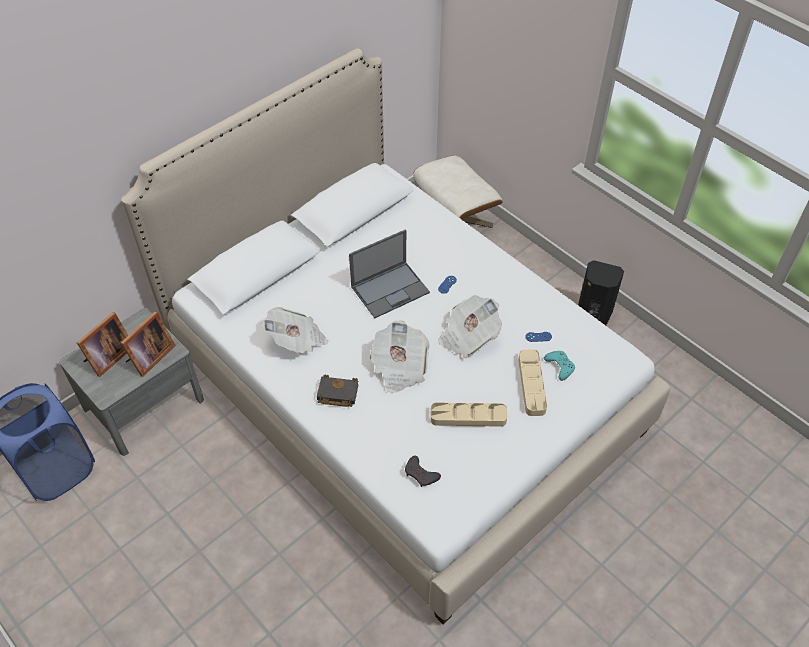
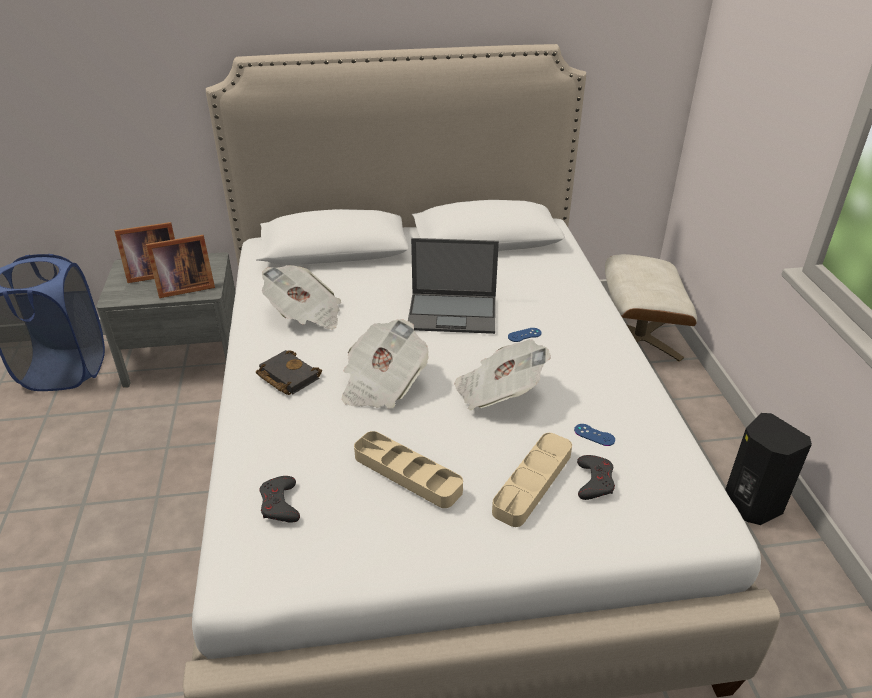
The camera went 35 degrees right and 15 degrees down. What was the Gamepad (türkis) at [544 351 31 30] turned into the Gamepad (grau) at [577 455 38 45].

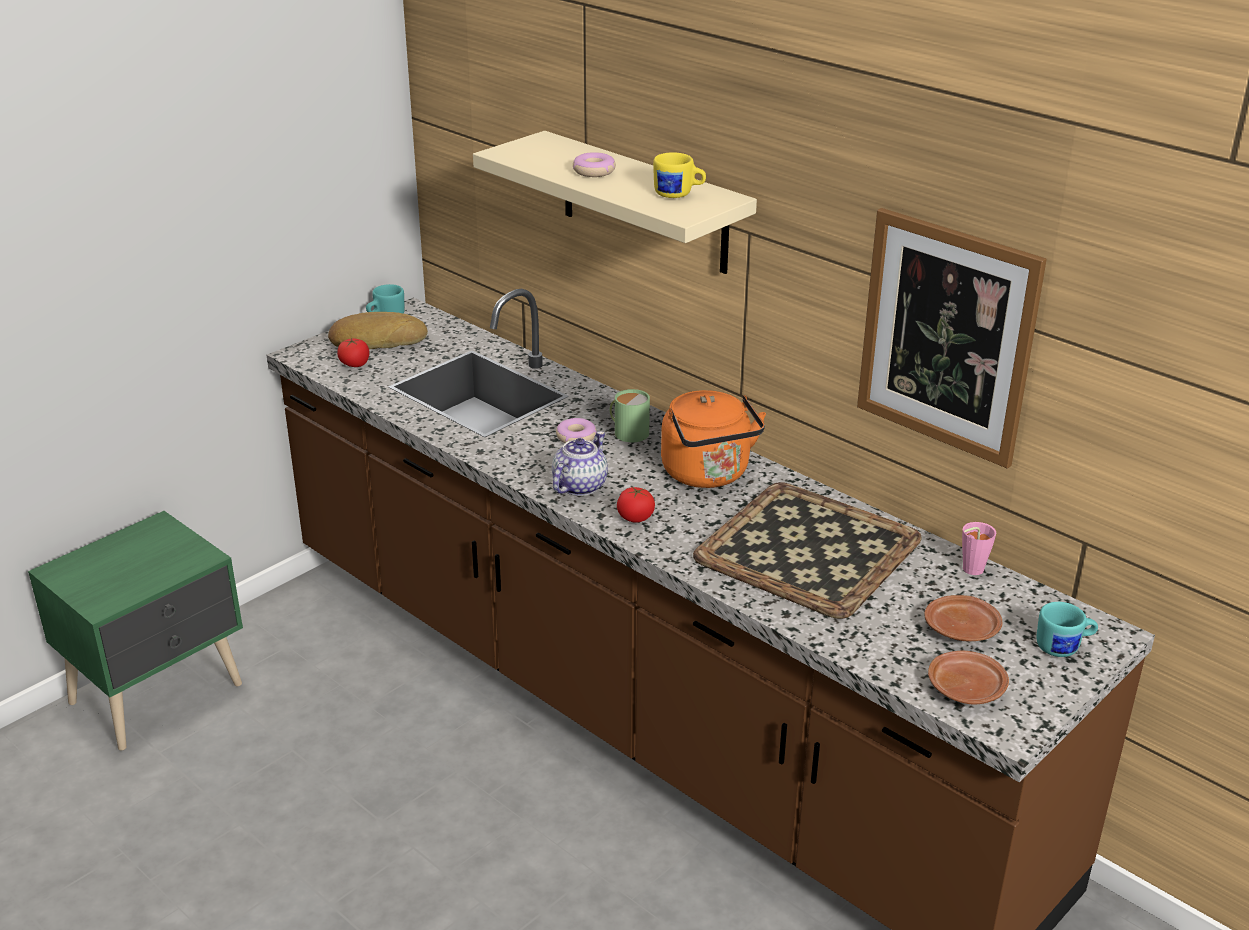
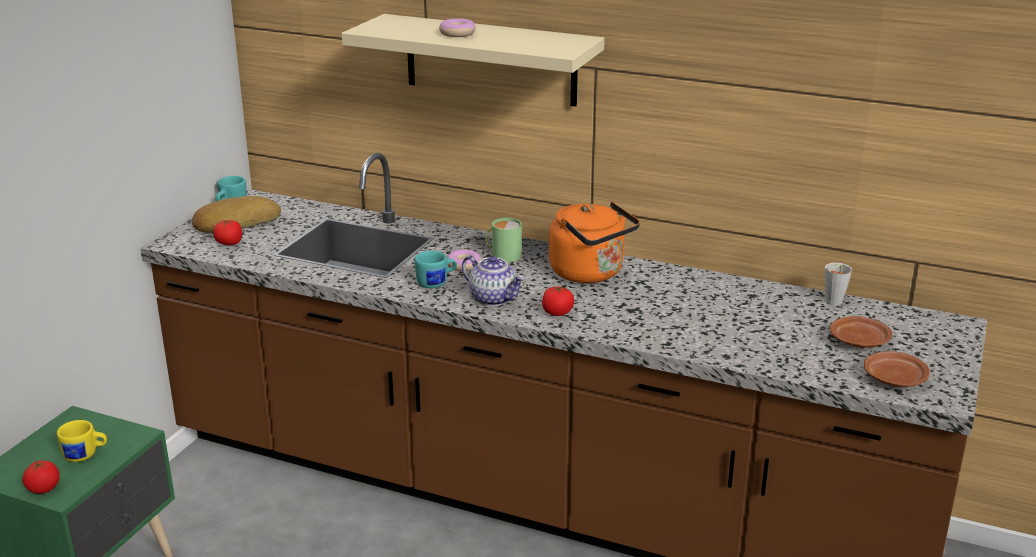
The camera went 20 degrees left and 5 degrees down. The second view gained the Tomate at [22 460 38 34]. The Henkelbecher (gelb) ended up elsewhere, having gone from [653 152 53 46] to [57 420 50 42]. The Henkelbecher (türkis) ended up elsewhere, having gone from [1037 602 61 55] to [415 251 42 37]. The Teekanne at [552 432 56 64] ended up facing another way, 120 degrees clockwise from before. What was the Tasse (rosa) at [962 522 35 53] turned into the Tasse (grau) at [825 263 27 42]. The second view lost the Tablett at [693 482 229 137]. The second view lost the Bild at [857 208 190 261].

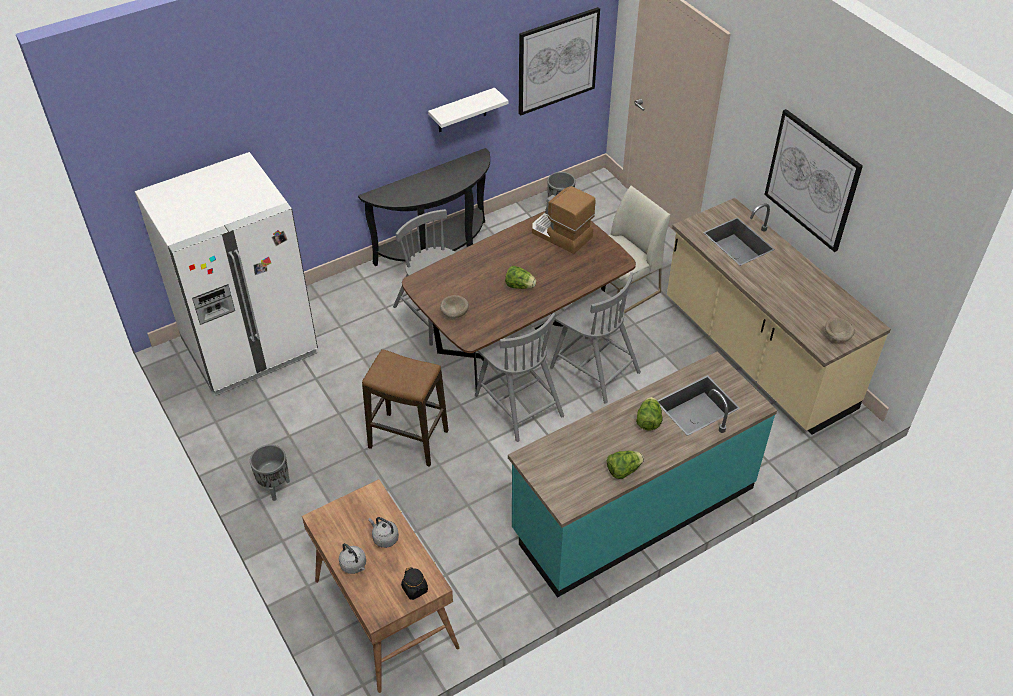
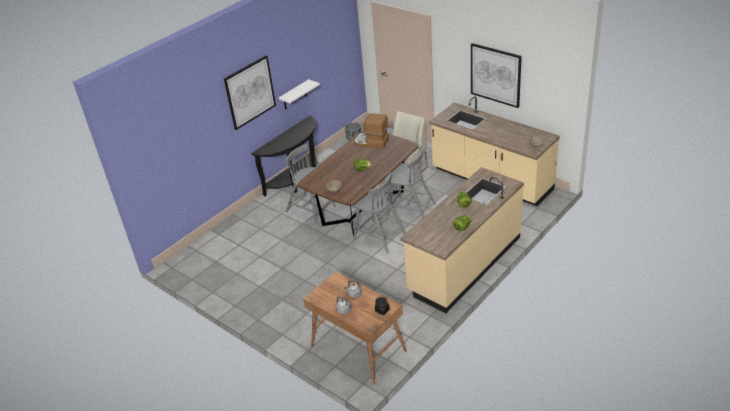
The camera went 15 degrees left and 10 degrees down. The Bild ended up elsewhere, having gone from [519 7 81 109] to [224 56 52 74]. What was the Küchenzeile (türkis) at [508 352 269 246] turned into the Küchenzeile (beige) at [400 167 124 146]. The second view lost the Kühlschrank (weiß) at [135 152 183 244]. The second view lost the Pflanzkübel (grau) at [250 444 40 57]. The second view lost the Hocker at [362 349 87 118].

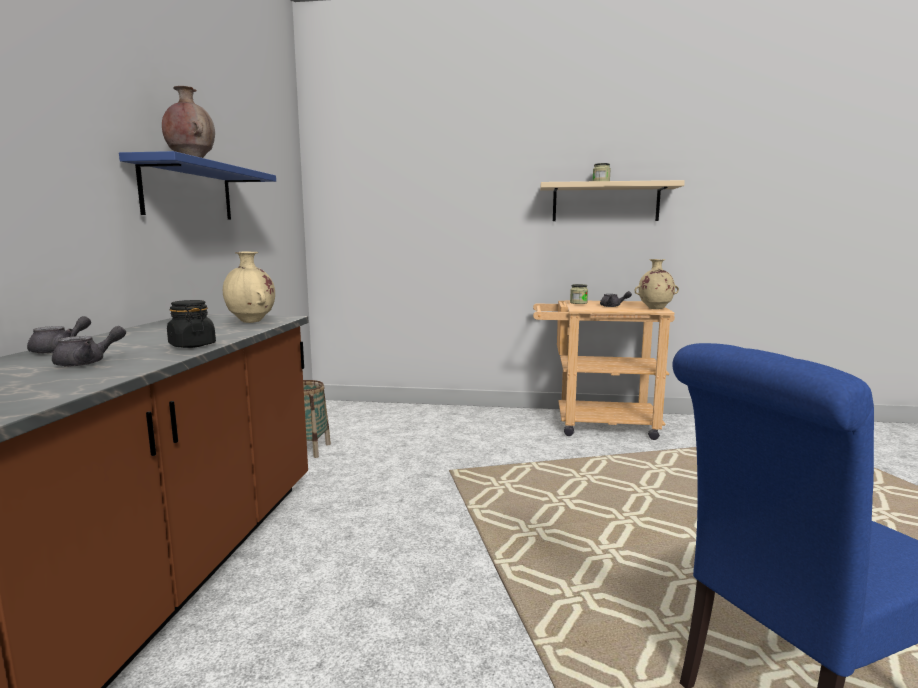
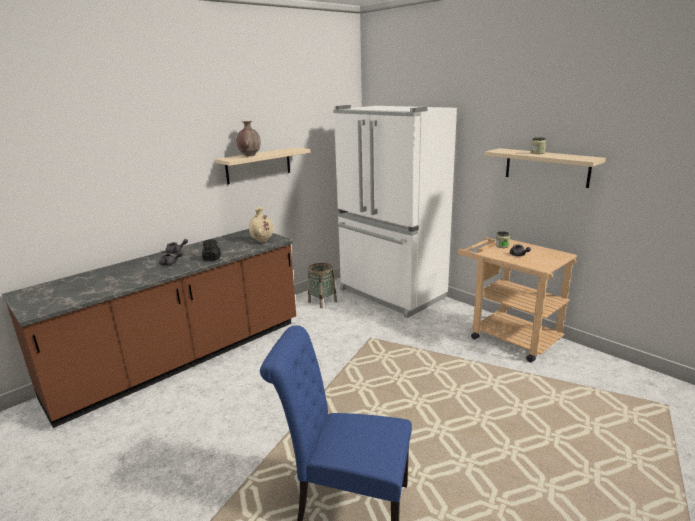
The camera went 40 degrees right and 10 degrees up. What was the Wandregal (blau) at [119 151 157 69] turned into the Wandregal (beige) at [215 147 96 37]. The second view gained the Kühlschrank (weiß) at [333 105 124 213]. The second view lost the Vase (beige) at [634 259 45 50].

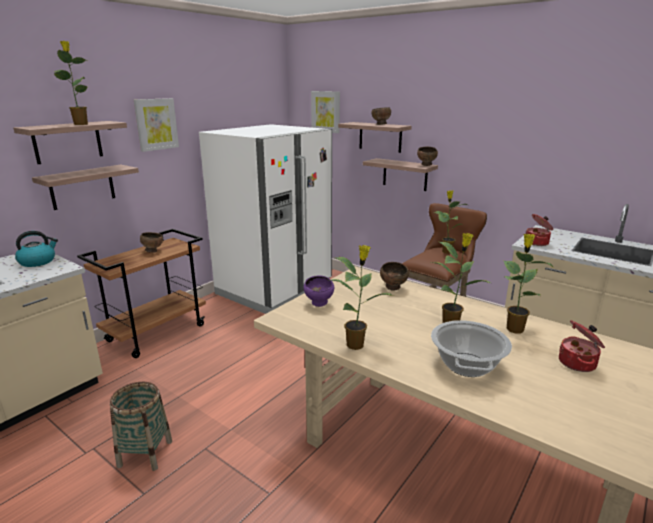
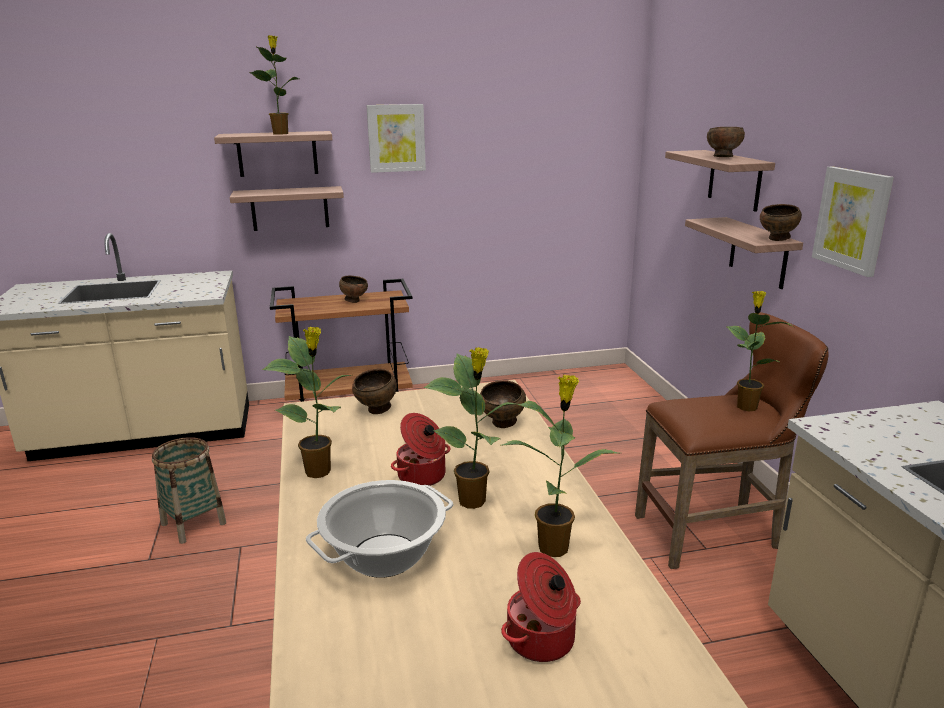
The camera went 40 degrees right and 0 degrees up. What was the Schüssel (lila) at [303 276 31 31] turned into the Schüssel (braun) at [352 369 45 45]. The Kochtopf ended up elsewhere, having gone from [526 214 27 32] to [391 413 59 73]. The Bild ended up elsewhere, having gone from [311 91 29 42] to [812 166 82 111]. The second view lost the Wasserkessel at [15 231 43 36]. The second view lost the Kühlschrank (weiß) at [199 124 133 190].

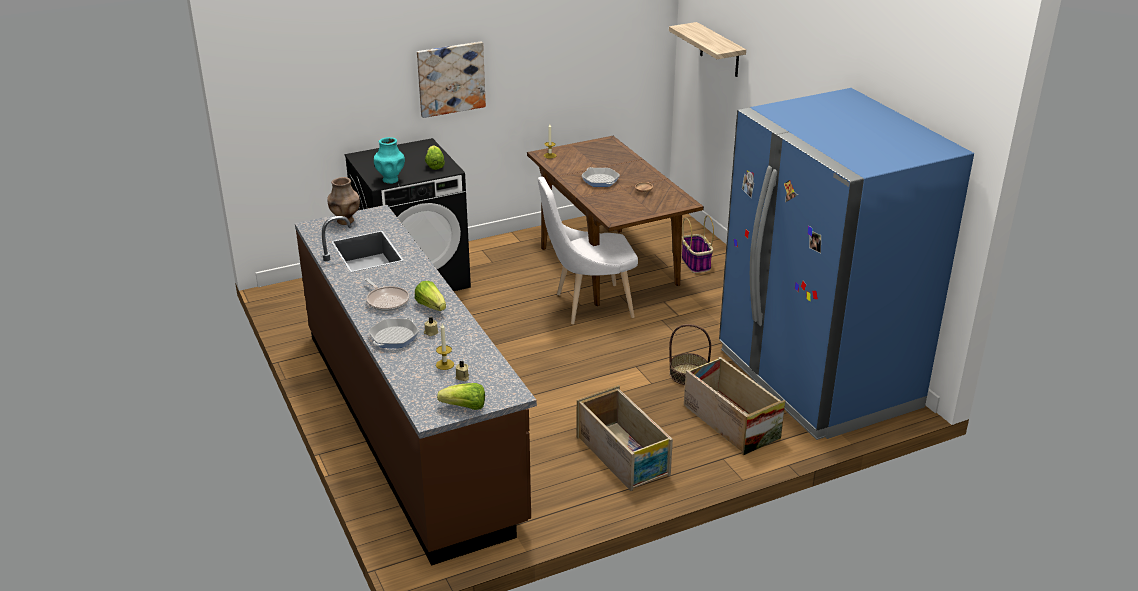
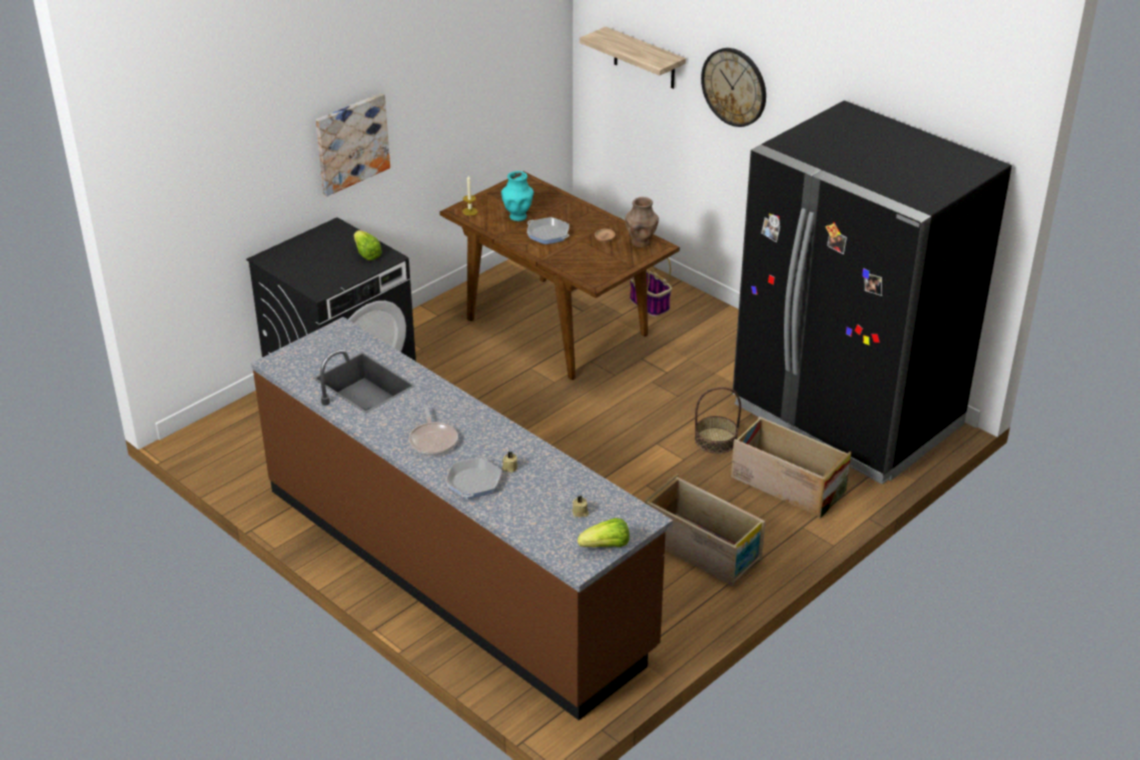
The camera went 20 degrees left and 5 degrees up. The Pfanne at [365 278 44 33] ended up facing another way, 45 degrees clockwise from before. The Vase (türkis) ended up elsewhere, having gone from [374 137 31 47] to [501 171 33 51]. The Vase (braun) ended up elsewhere, having gone from [327 177 33 48] to [625 197 34 50]. The second view gained the Wanduhr at [701 48 65 79]. What was the Kühlschrank (blau) at [719 88 255 352] turned into the Kühlschrank (schwarz) at [732 100 280 385]. The second view lost the Salatkopf at [415 281 31 30]. The second view lost the Kerze at [436 324 18 46]. The second view lost the Stuhl (weiß) at [538 176 100 148].

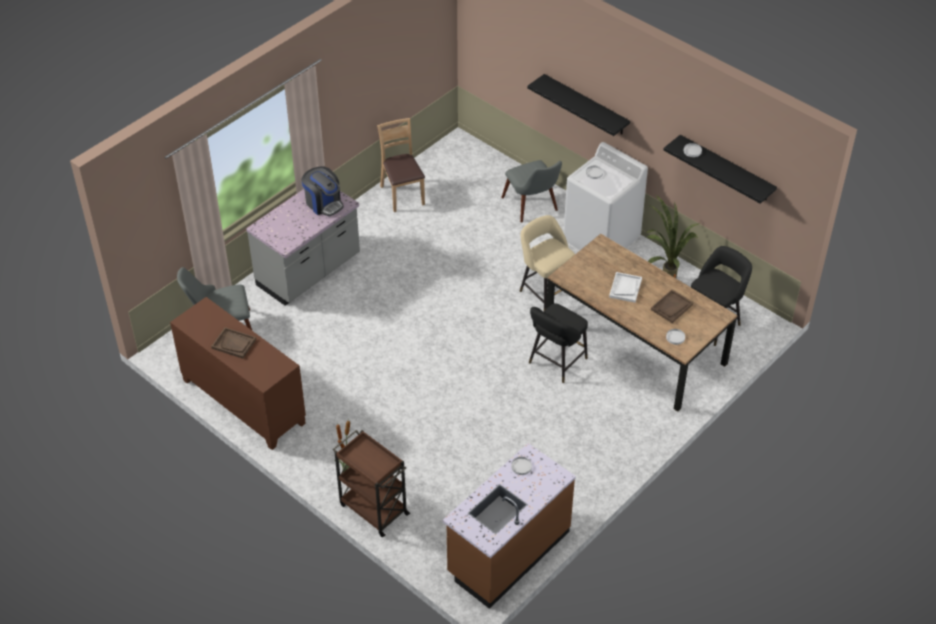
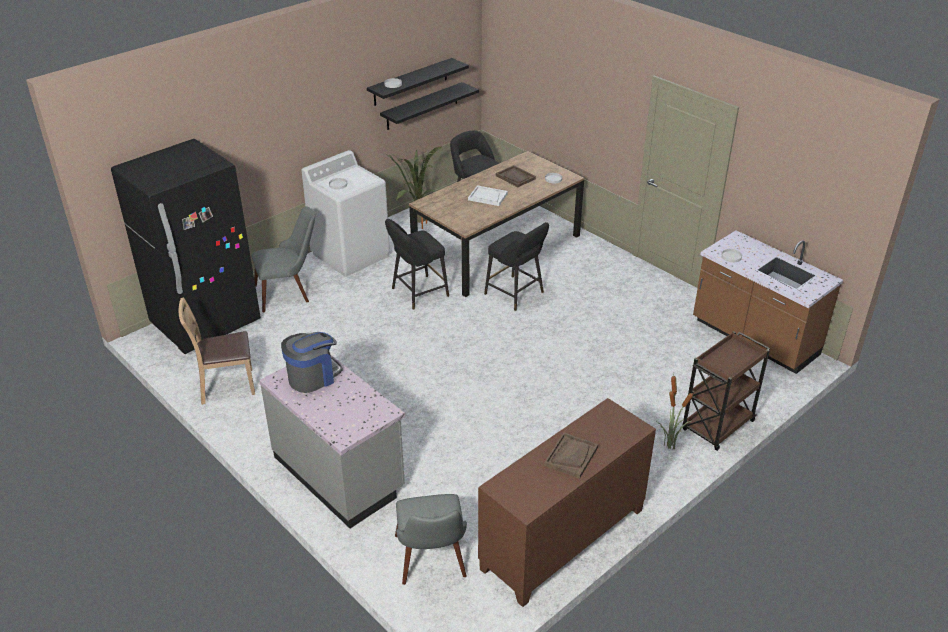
The camera went 85 degrees left and 10 degrees down. The second view gained the Kühlschrank (schwarz) at [111 139 150 215]. The Wandregal (schwarz) ended up elsewhere, having gone from [527 74 103 62] to [380 82 99 48]. What was the Hocker (beige) at [520 215 55 96] turned into the Hocker (schwarz) at [385 219 64 91].

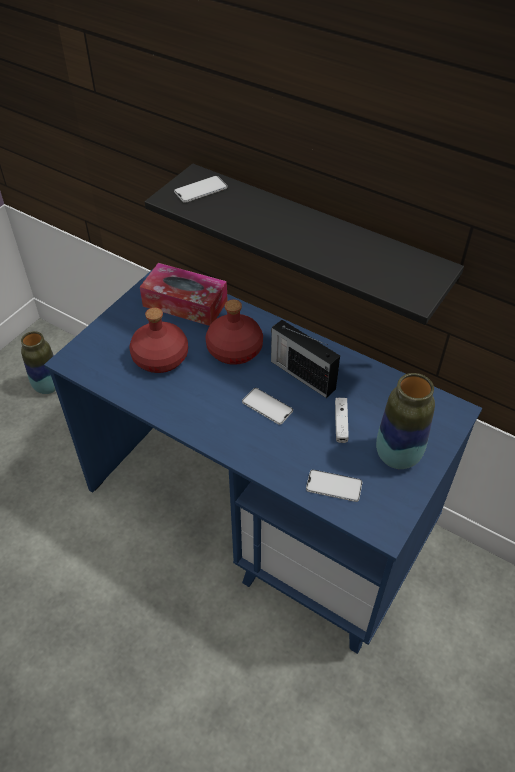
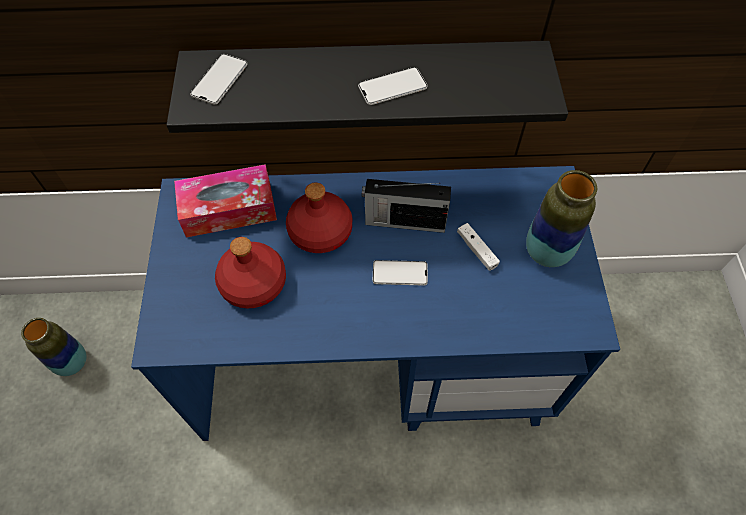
The camera went 35 degrees left and 10 degrees up. The Handy ended up elsewhere, having gone from [306 470 56 32] to [358 67 69 38].

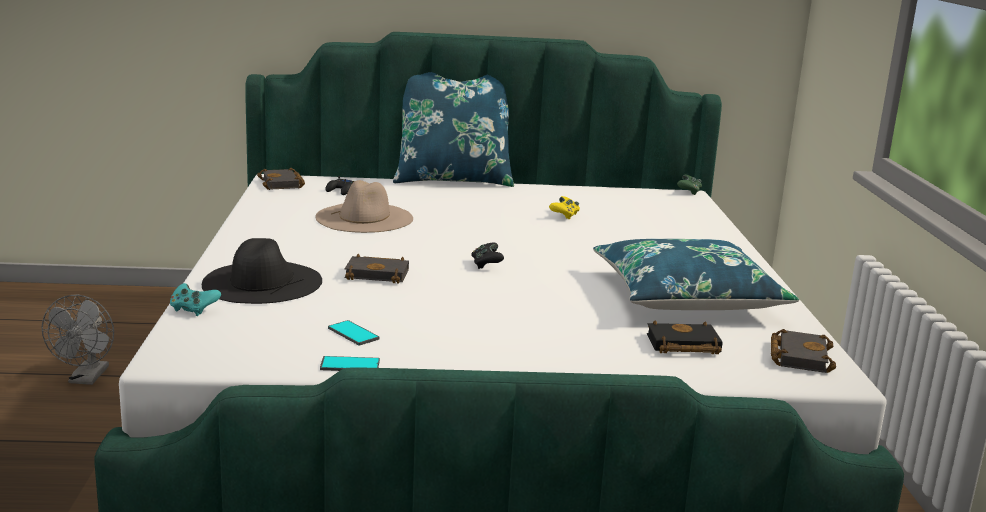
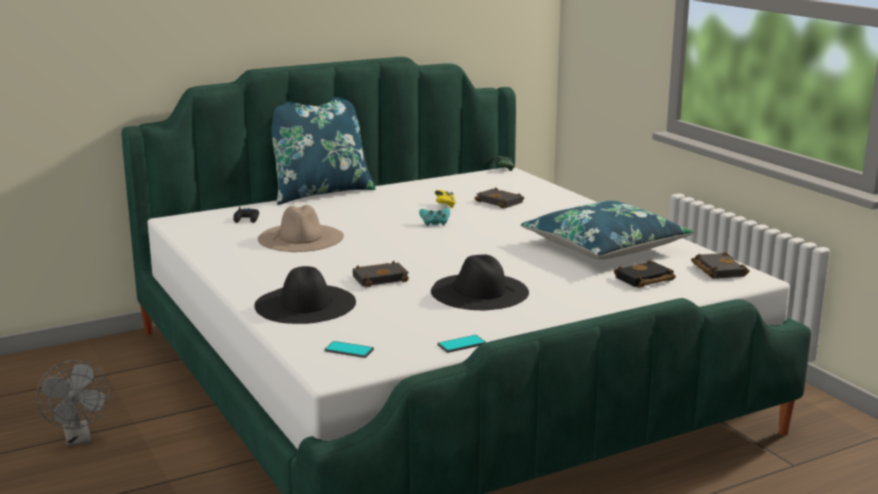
The camera went 25 degrees left and 0 degrees up. The Handy ended up elsewhere, having gone from [328 320 52 26] to [324 341 50 17]. The Gamepad (türkis) ended up elsewhere, having gone from [170 283 51 33] to [419 208 31 18]. The second view gained the Hut (schwarz) at [431 255 98 55]. The Buch (schwarz) ended up elsewhere, having gone from [257 168 48 22] to [475 187 49 21]. The second view lost the Gamepad (schwarz) at [471 243 33 26].

